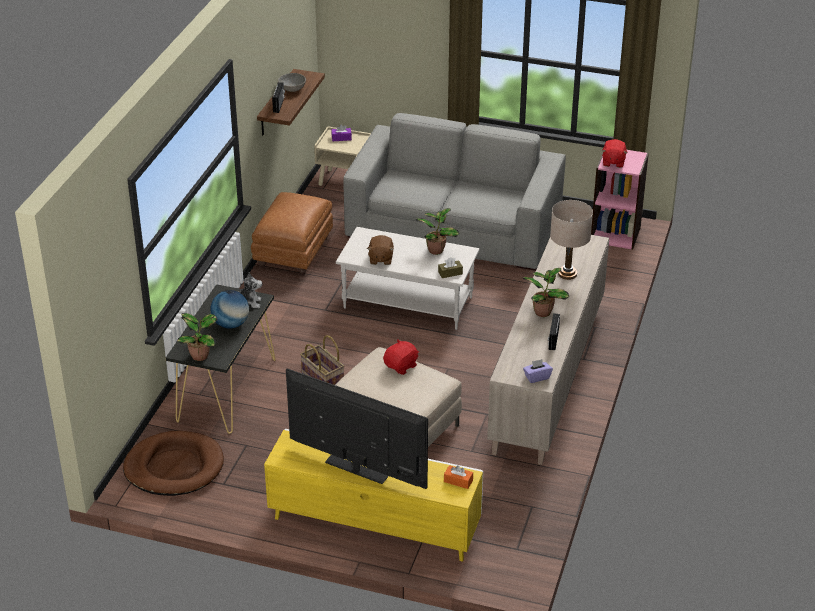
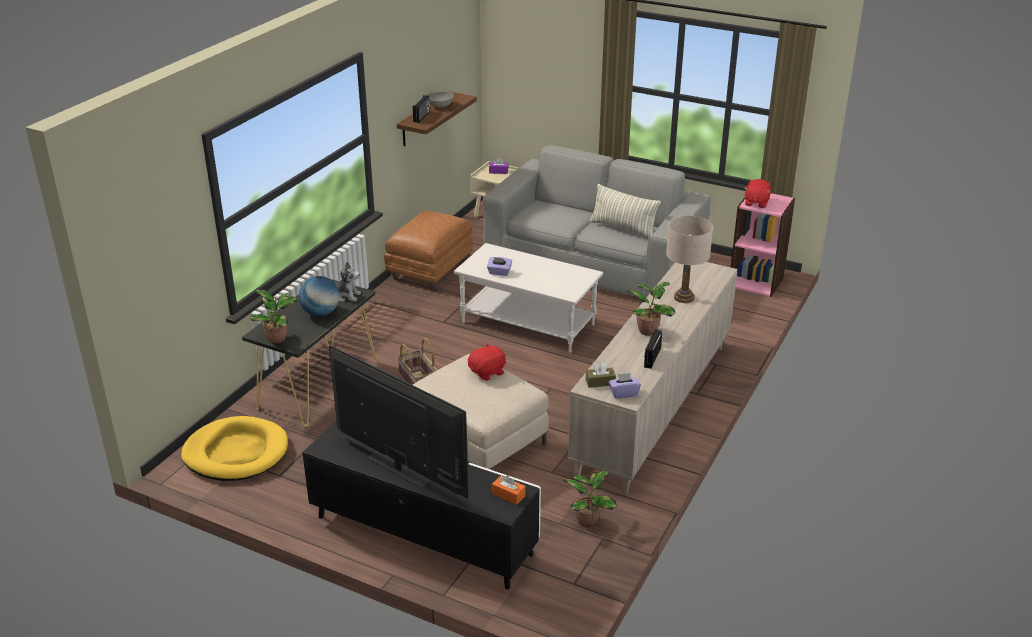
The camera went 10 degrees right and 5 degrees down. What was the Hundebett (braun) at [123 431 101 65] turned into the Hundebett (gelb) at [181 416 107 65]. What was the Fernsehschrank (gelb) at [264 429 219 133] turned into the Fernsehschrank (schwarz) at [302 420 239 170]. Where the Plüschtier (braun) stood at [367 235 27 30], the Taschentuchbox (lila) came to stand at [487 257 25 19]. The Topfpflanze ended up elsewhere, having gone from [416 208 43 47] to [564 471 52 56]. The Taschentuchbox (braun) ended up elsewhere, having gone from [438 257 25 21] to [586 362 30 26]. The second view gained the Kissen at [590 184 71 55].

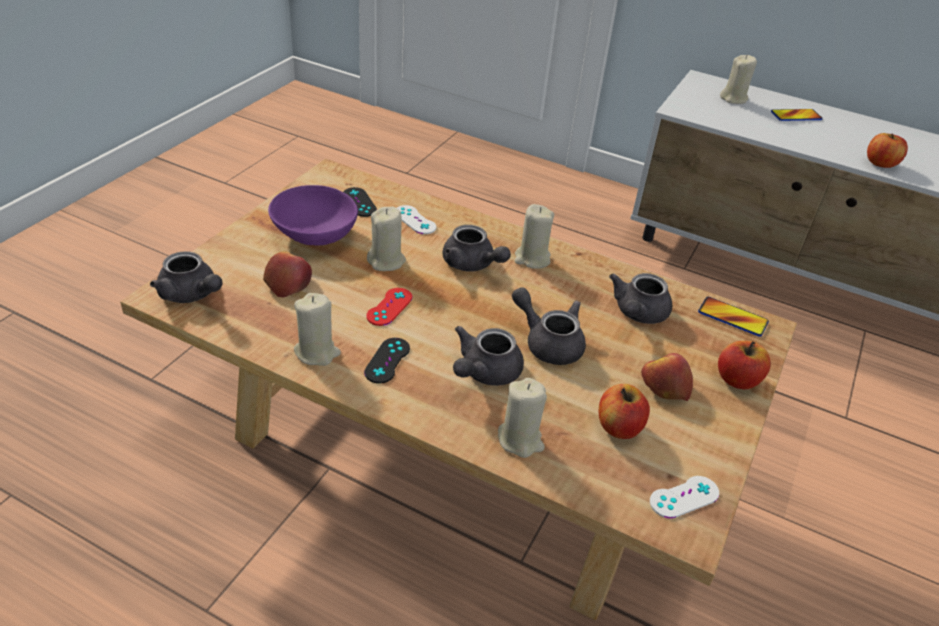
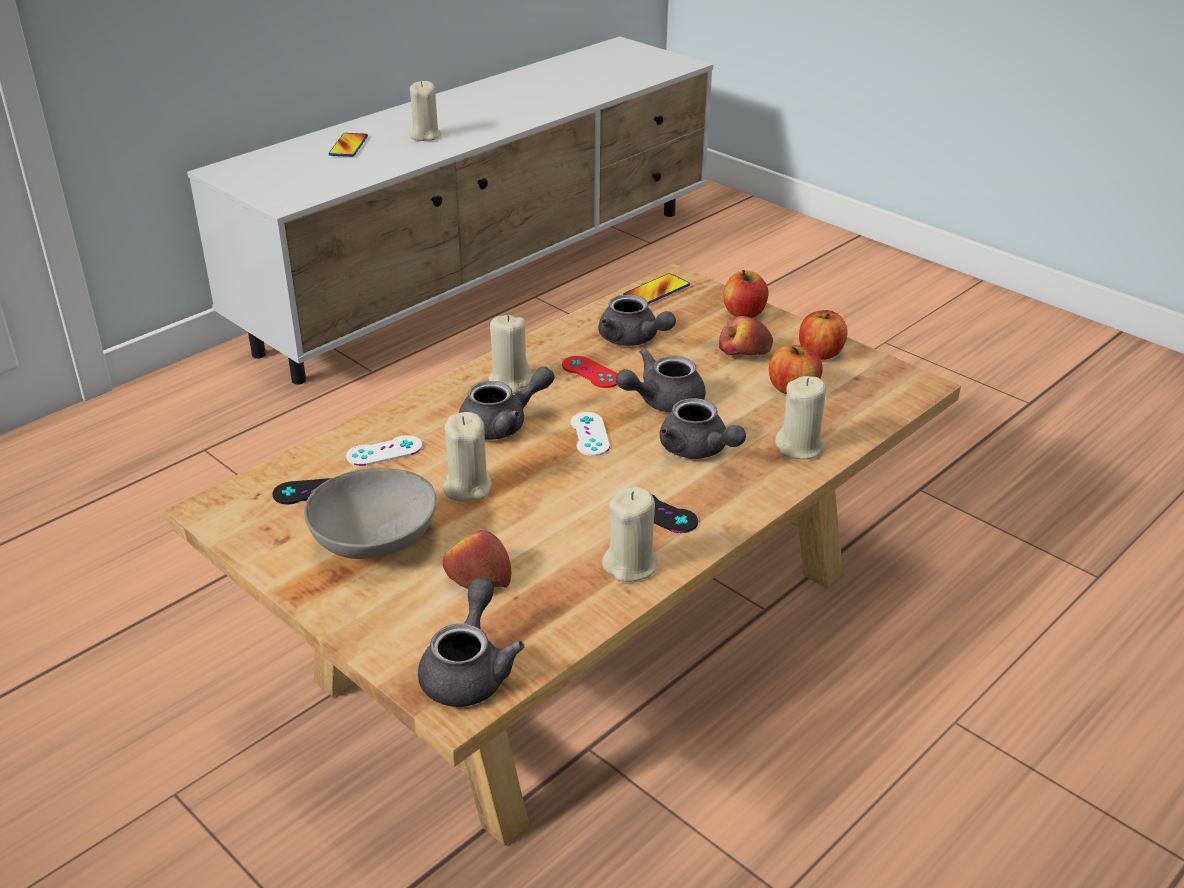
The camera went 70 degrees left and 5 degrees down. What was the Schüssel (lila) at [268 185 90 60] turned into the Schüssel (grau) at [304 468 132 91]. The Kerze (beige) ended up elsewhere, having gone from [720 55 37 49] to [409 81 32 60]. The Teekanne (grau) at [150 251 72 52] ended up facing another way, 45 degrees counterclockwise from before. The Gamepad (rot) ended up elsewhere, having gone from [366 288 46 38] to [562 356 56 32]. The Gamepad (weiß) ended up elsewhere, having gone from [650 476 69 42] to [571 412 39 44]. The Apfel ended up elsewhere, having gone from [867 133 41 35] to [799 310 49 50].

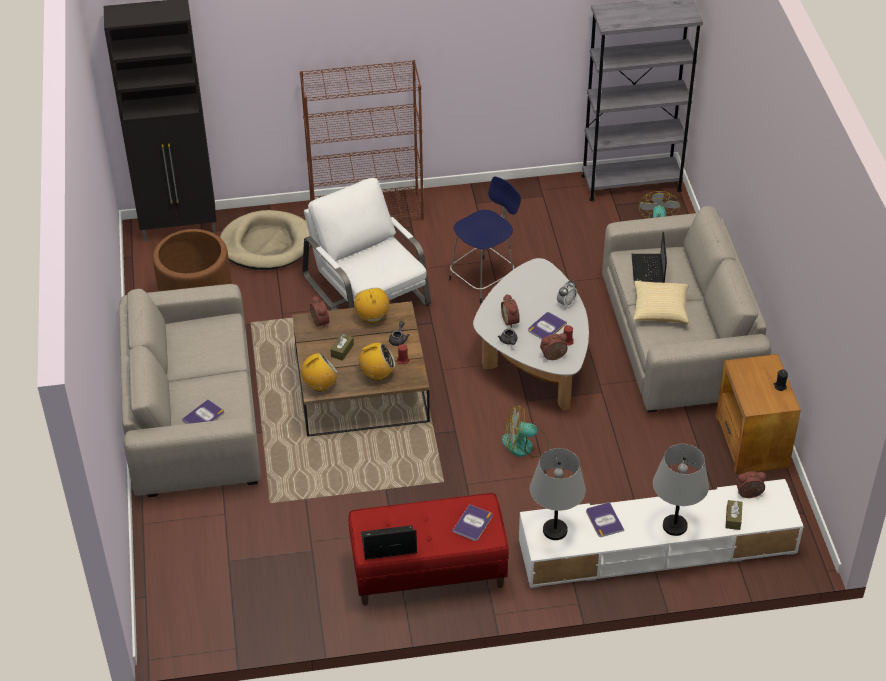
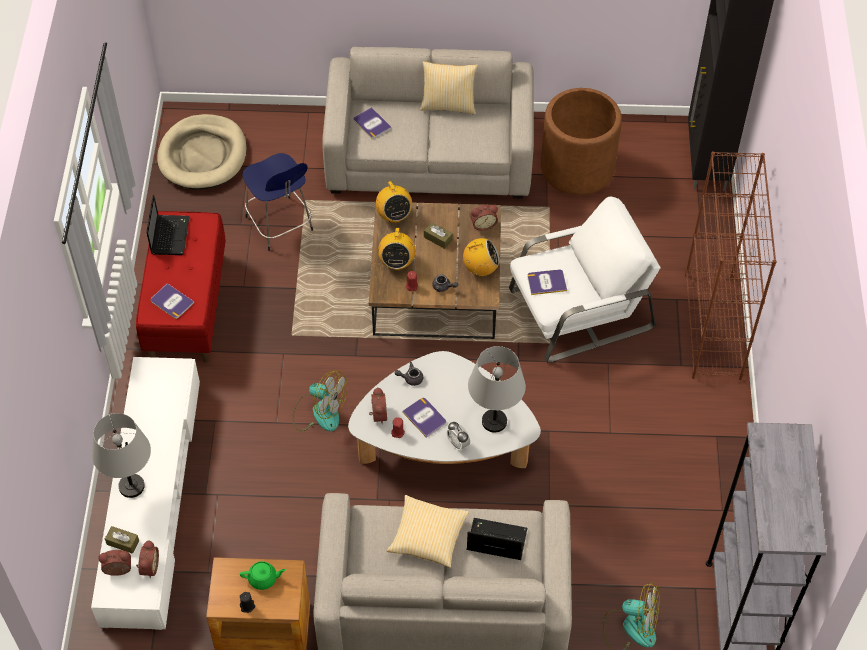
The camera went 100 degrees right and 10 degrees up. The Wecker ended up elsewhere, having gone from [501 294 19 34] to [98 550 33 26]. The Hundebett (beige) ended up elsewhere, having gone from [220 210 91 60] to [157 114 90 76]. The second view gained the Teekanne (grün) at [240 561 46 29]. The Hocker (blau) ended up elsewhere, having gone from [449 176 72 128] to [242 153 71 98]. The Ventilator at [502 404 48 53] ended up facing another way, 105 degrees clockwise from before. The second view gained the Kissen at [420 61 58 54]. The Tischlampe (grau) ended up elsewhere, having gone from [530 448 56 92] to [468 346 58 87]. The Buch ended up elsewhere, having gone from [586 502 38 35] to [527 269 40 26].

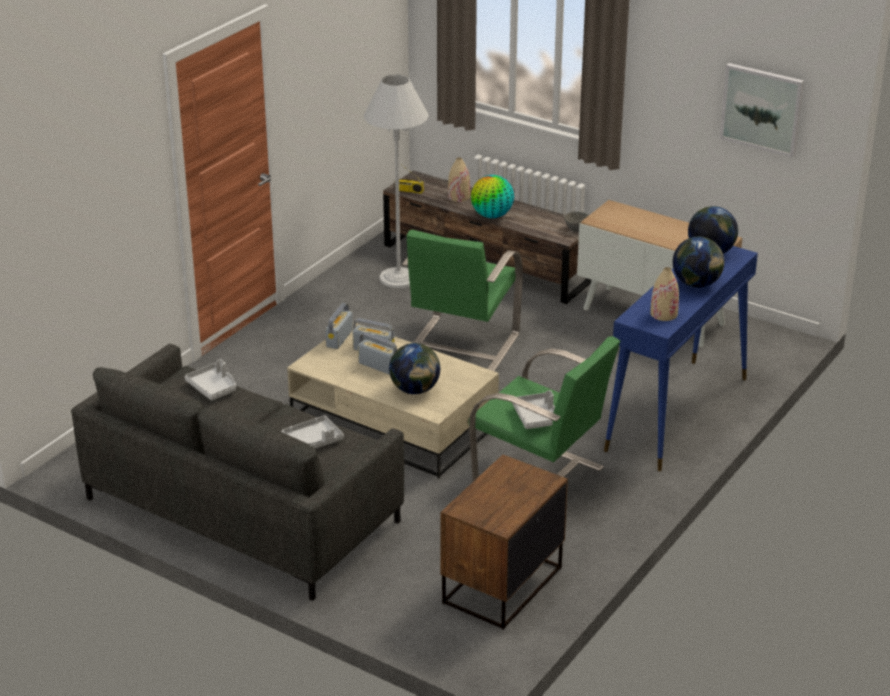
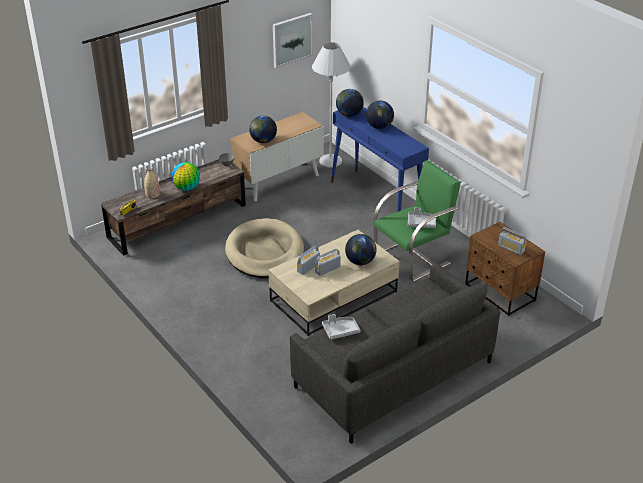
The camera went 70 degrees left and 5 degrees up. Where the Sessel (grün) stood at [402 230 121 141], the Hundebett (beige) came to stand at [225 218 79 60]. The second view gained the Globus at [249 116 28 27]. The Stehlampe (weiß) ended up elsewhere, having gone from [364 75 64 213] to [312 42 39 126]. The Radio ended up elsewhere, having gone from [326 303 27 46] to [498 227 28 28]. The second view lost the Tablett (grau) at [281 415 63 33]. The second view lost the Vase (beige) at [651 267 28 54].

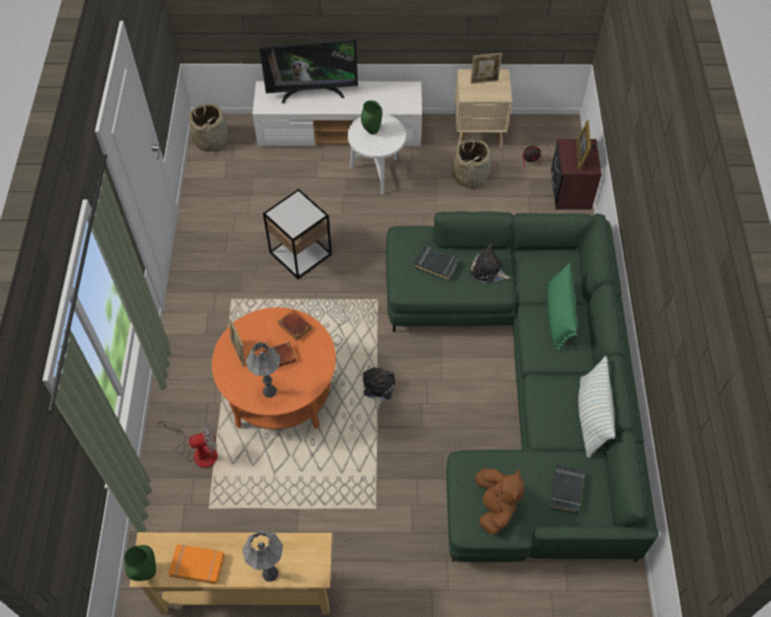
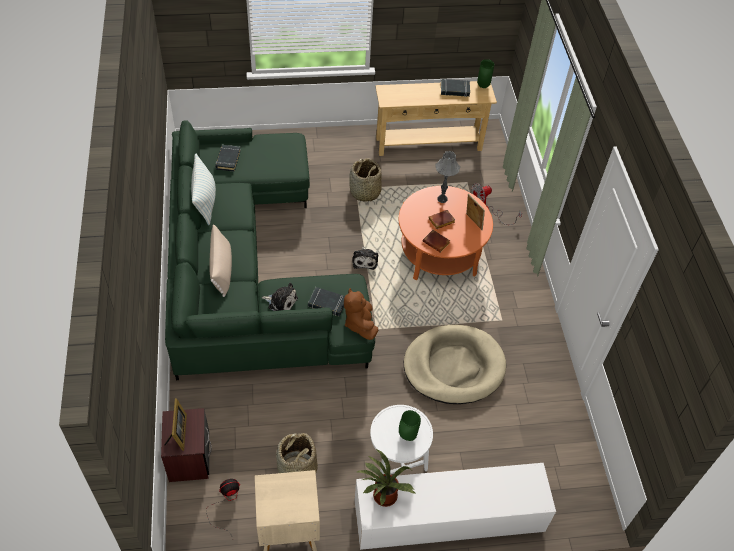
The camera went 170 degrees right and 5 degrees down. What was the Kissen (grün) at [548 263 29 87] turned into the Kissen (beige) at [210 224 22 73]. The Plüschtier (braun) ended up elsewhere, having gone from [475 468 49 67] to [344 288 34 52]. The Korb ended up elsewhere, having gone from [189 103 39 50] to [349 158 33 44]. The second view gained the Topfpflanze at [357 449 59 58]. Where the Beistelltisch stood at [263 189 69 90], the Hundebett (beige) came to stand at [404 325 102 79]. What was the Buch (orange) at [169 544 56 41] turned into the Buch (schwarz) at [441 79 29 18]. The second view lost the Tischlampe (grau) at [242 530 41 52]. The second view lost the Fernseher at [260 39 98 64]. The second view lost the Bilderrahmen at [471 53 31 31].

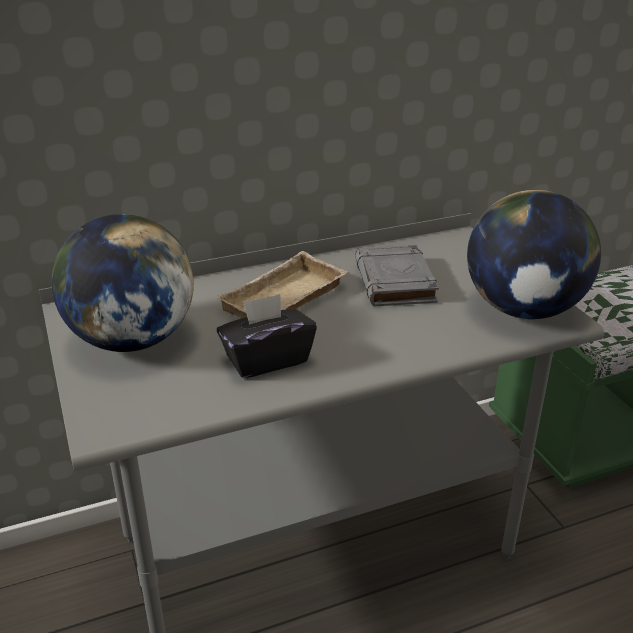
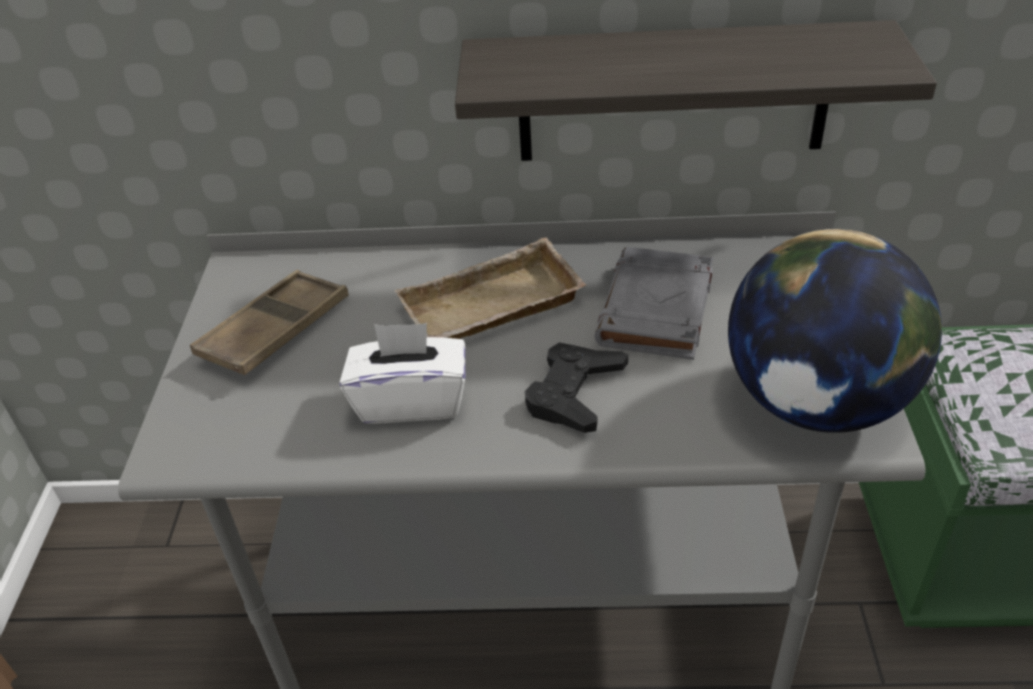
The camera went 25 degrees right and 10 degrees up. Where the Globus stood at [52 214 142 138], the Tablett (braun) came to stand at [190 270 159 105]. What was the Taschentuchbox (schwarz) at [217 294 100 84] turned into the Taschentuchbox (weiß) at [340 323 125 101]. The second view gained the Wandregal at [455 20 482 141]. The second view gained the Gamepad (schwarz) at [525 343 103 90].

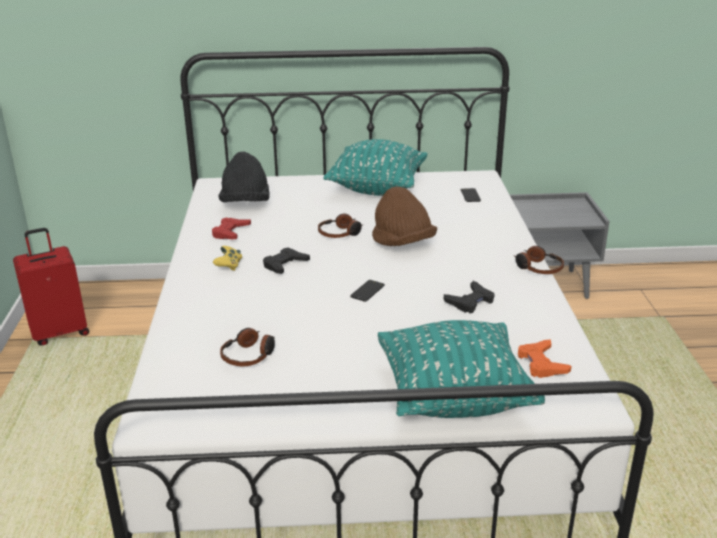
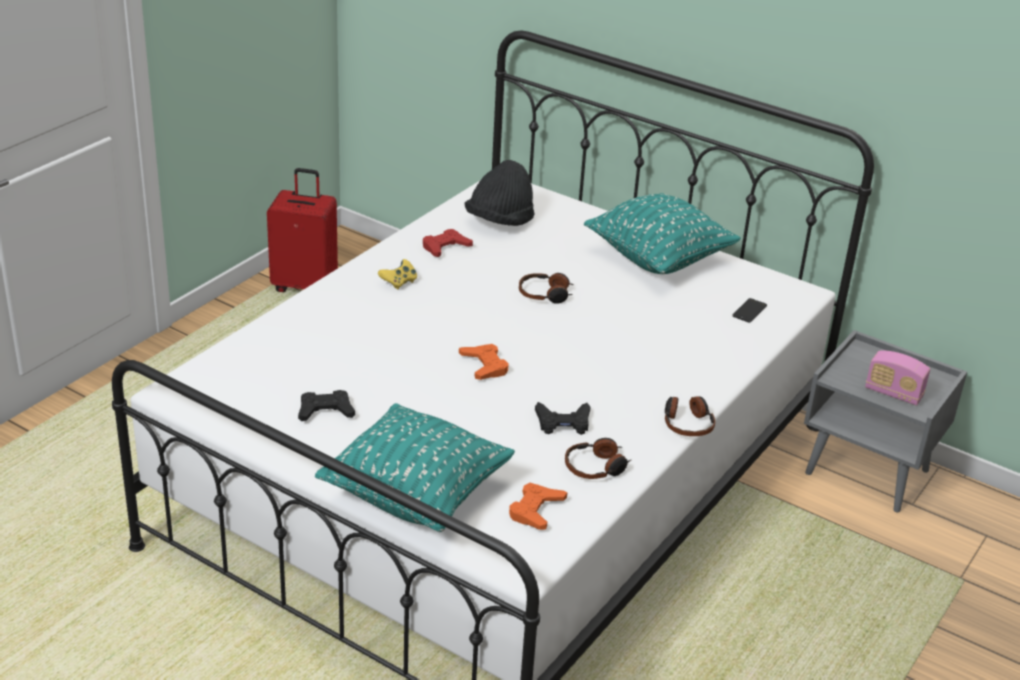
The camera went 35 degrees right and 5 degrees up. The Gamepad (schwarz) ended up elsewhere, having gone from [263 248 47 26] to [298 390 57 31]. Where the Handy stood at [350 280 35 22], the Gamepad (orange) came to stand at [459 344 50 36]. The Kopfhörer ended up elsewhere, having gone from [220 328 55 38] to [565 438 66 41]. The second view gained the Radio at [865 351 65 55]. The second view lost the Hut (braun) at [372 186 65 60].

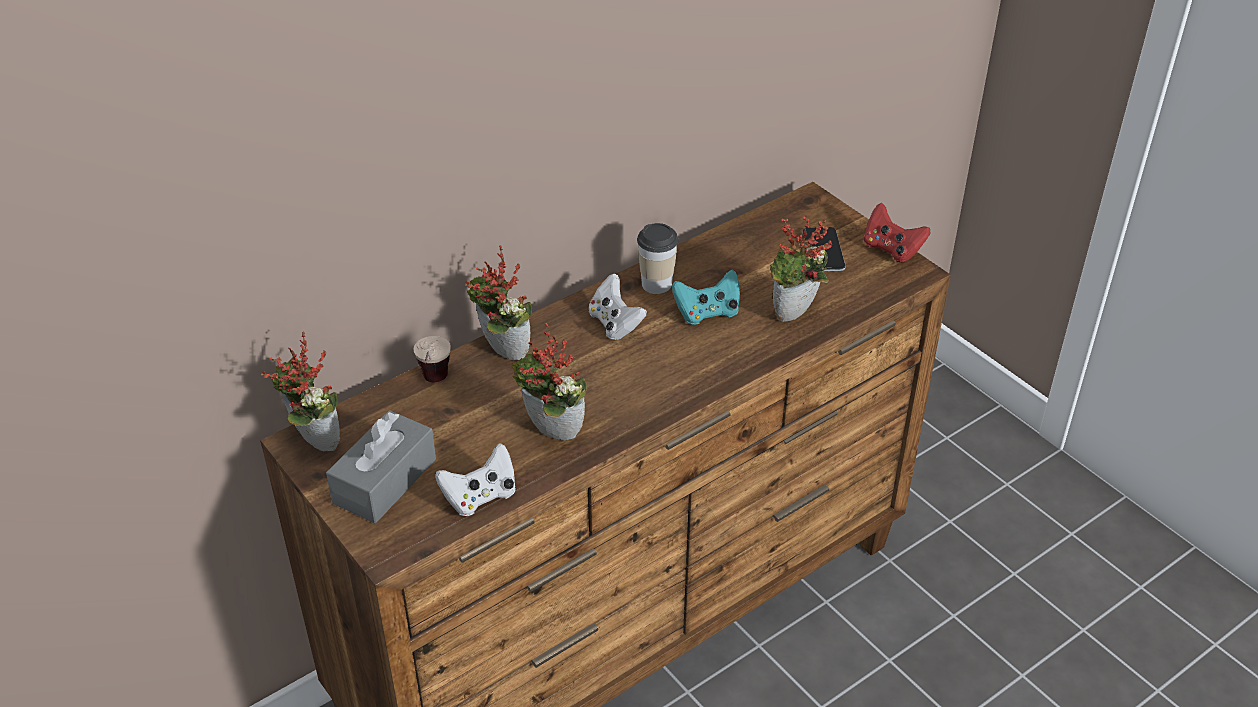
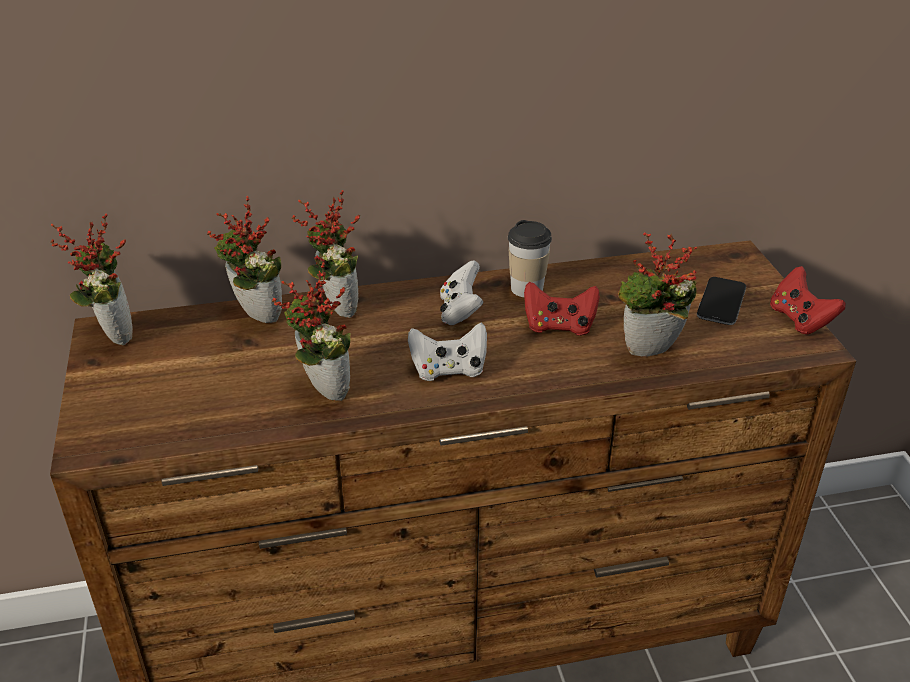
The camera went 25 degrees right and 5 degrees down. Where the Tasse stood at [414 336 37 46], the Topfpflanze came to stand at [207 196 75 127]. The Gamepad (weiß) ended up elsewhere, having gone from [435 443 81 73] to [408 323 79 58]. What was the Gamepad (türkis) at [672 269 68 56] turned into the Gamepad (rot) at [524 281 76 55]. The second view lost the Taschentuchbox (grau) at [326 410 110 113].

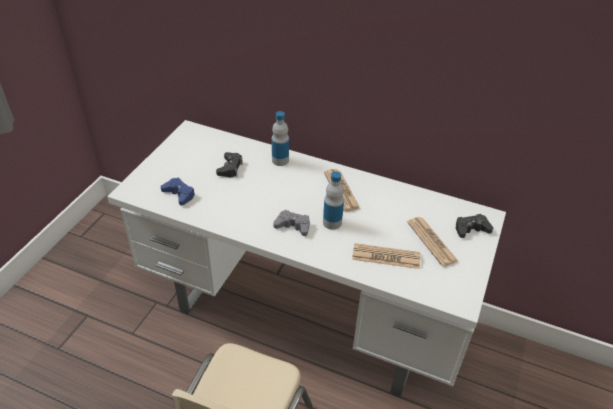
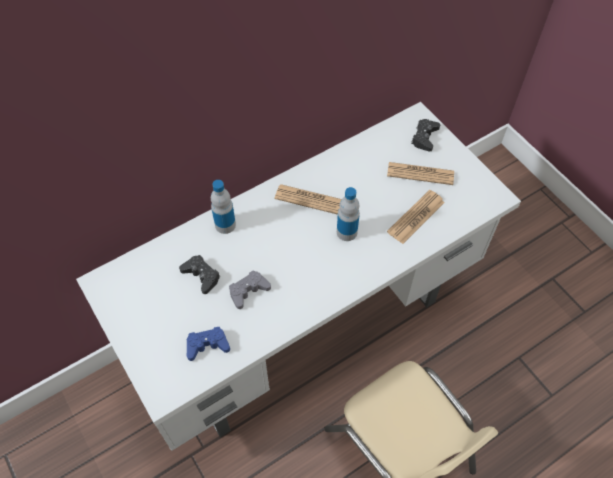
The camera went 55 degrees left and 15 degrees up. The Gamepad (grau) ended up elsewhere, having gone from [273 210 37 26] to [229 270 42 39].

